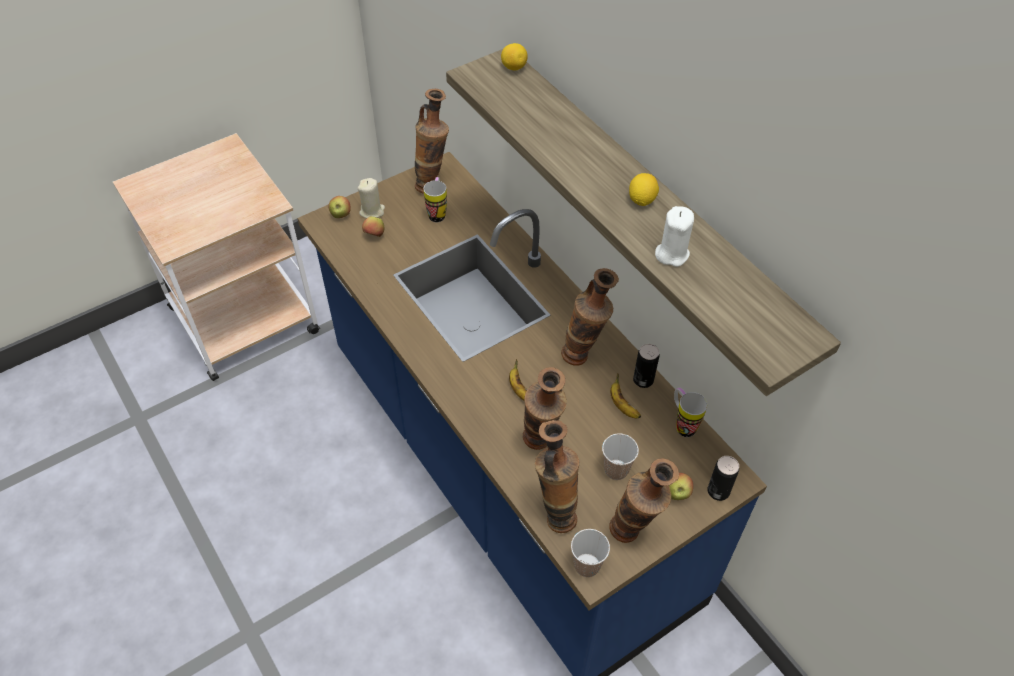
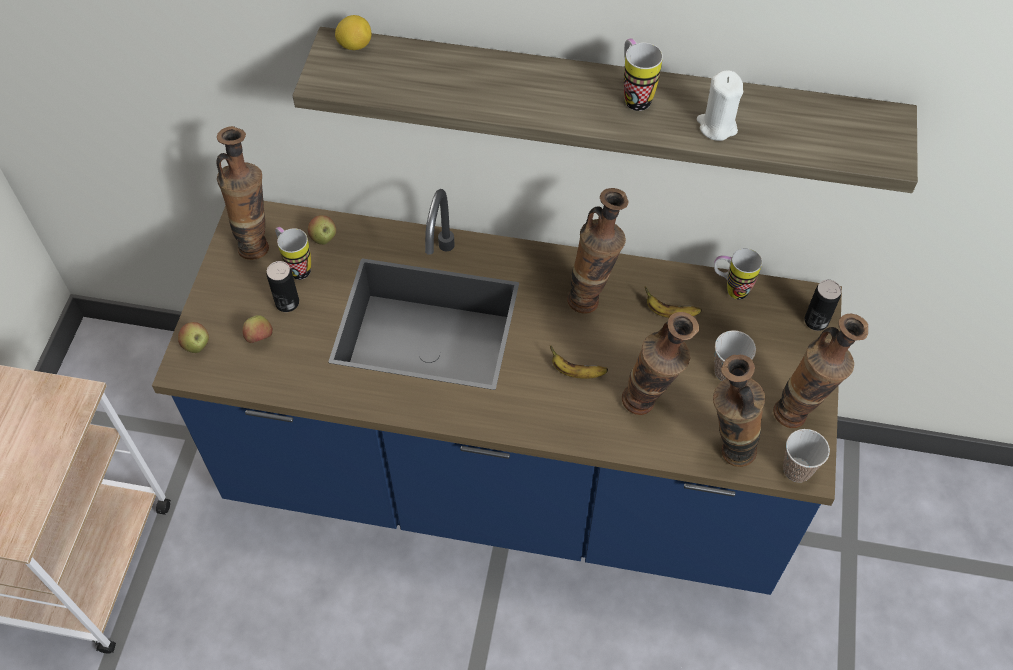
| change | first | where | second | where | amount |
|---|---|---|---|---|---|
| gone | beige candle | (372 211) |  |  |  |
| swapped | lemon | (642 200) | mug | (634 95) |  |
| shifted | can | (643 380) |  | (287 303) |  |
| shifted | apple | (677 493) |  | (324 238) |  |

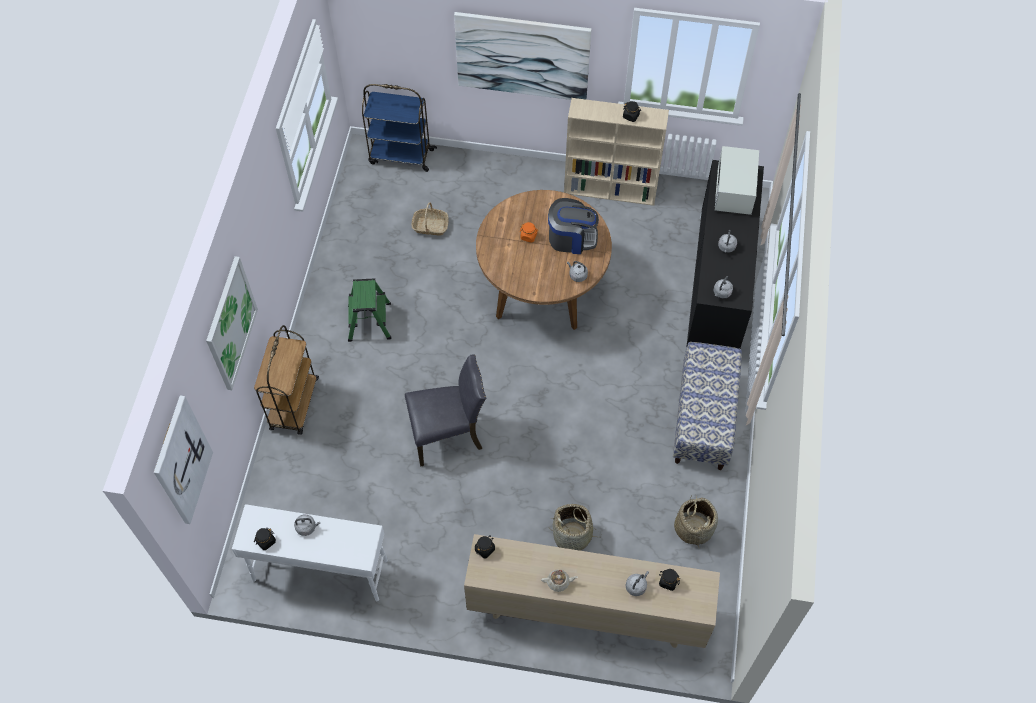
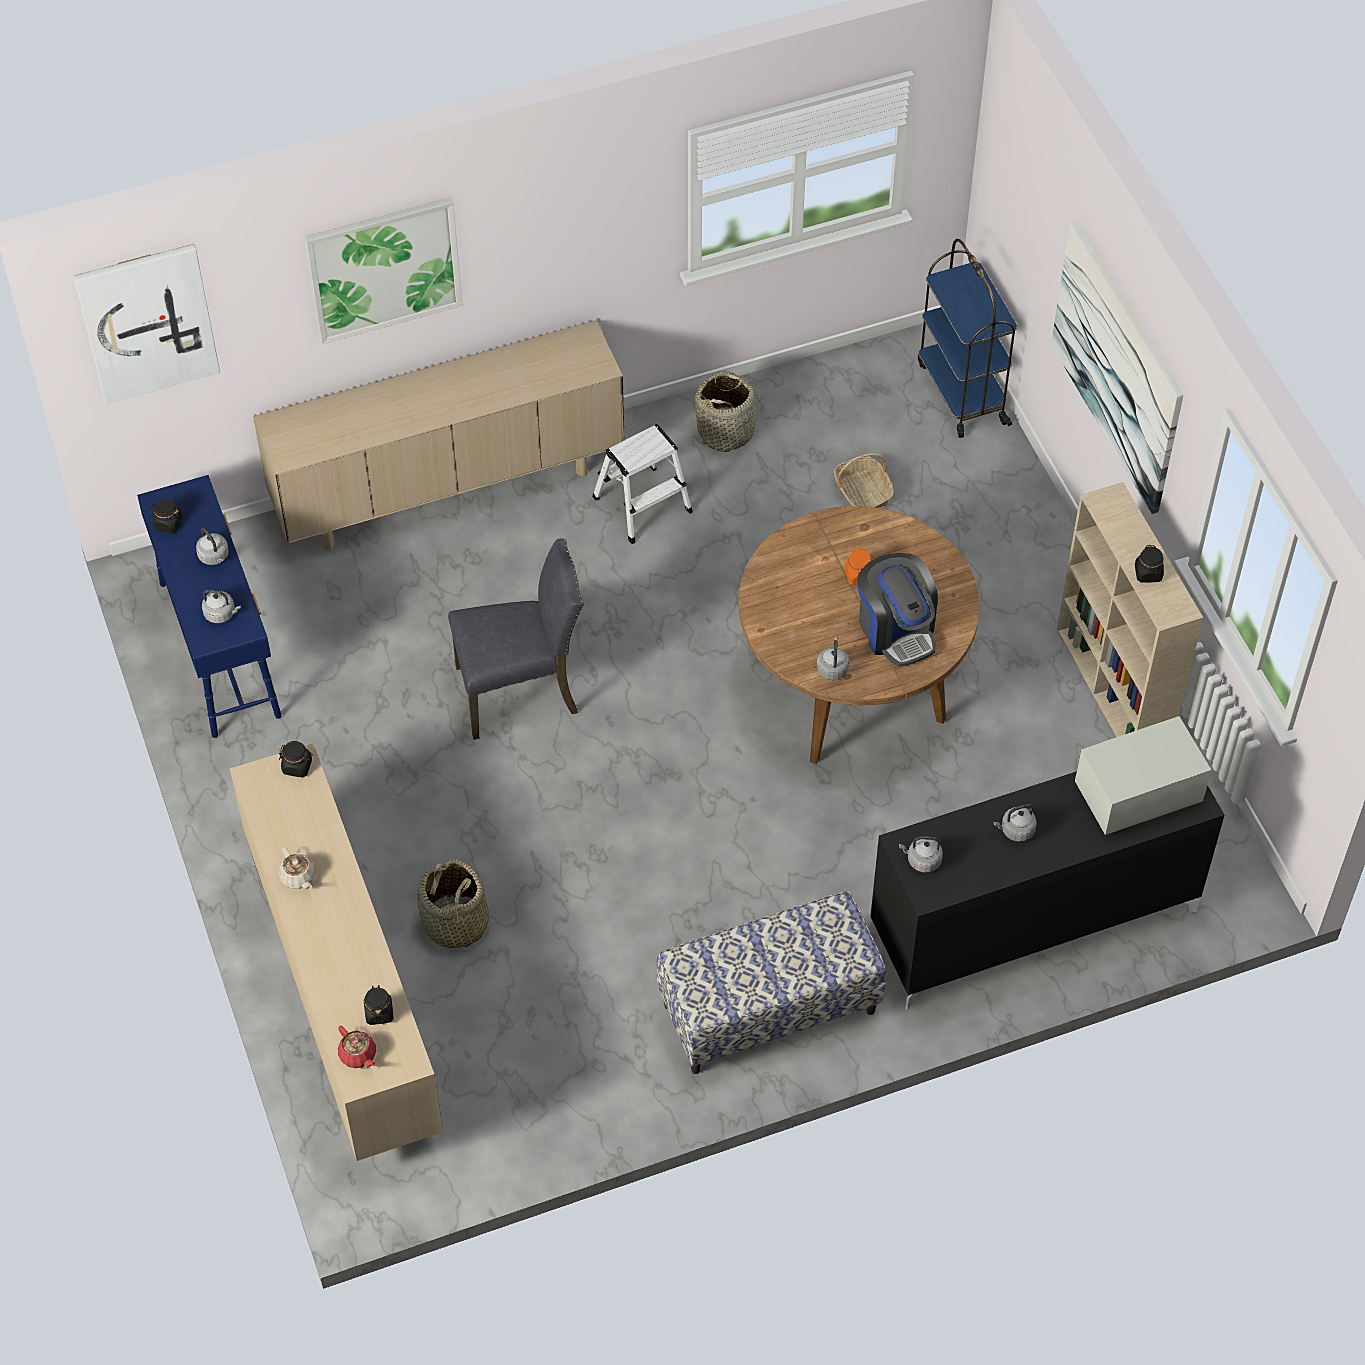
| change | first | where | second | where | amount |
|---|---|---|---|---|---|
| repainted | white console table | (320 569) | blue console table | (221 649) |  |
| swapped | brown cart | (293 405) | beige cabinet | (448 489) |  |
| repainted | green step ladder | (369 322) | white step ladder | (642 504) |  |
| rotated | grey chair | (448 434) |  | (520 691) | 60 degrees counterclockwise |
| shifted | grey kettle | (636 586) |  | (221 614) |  |
| shifted | basket | (693 528) |  | (726 431) |  |
| new |  |  | red teapot | (358 1055) |  |

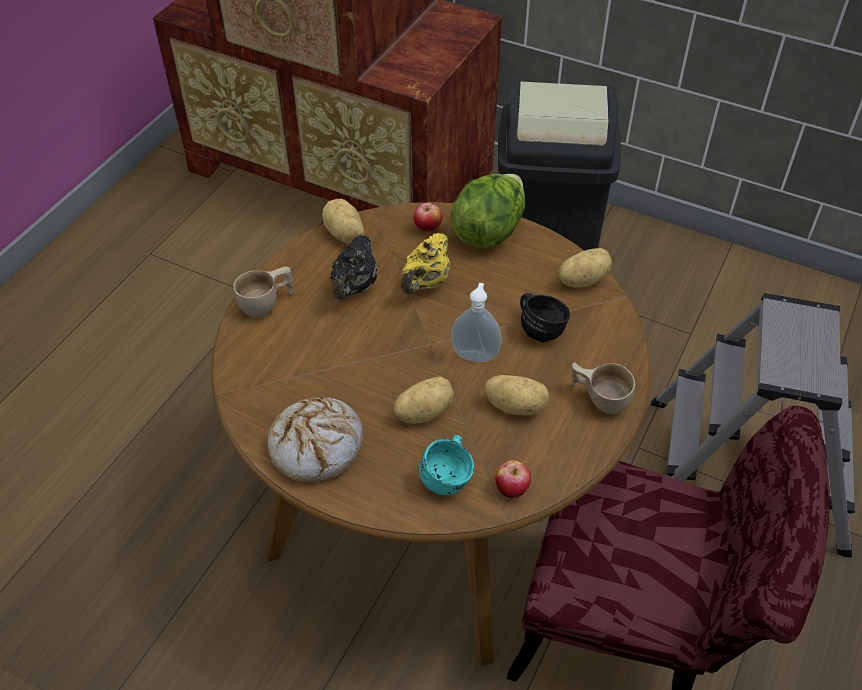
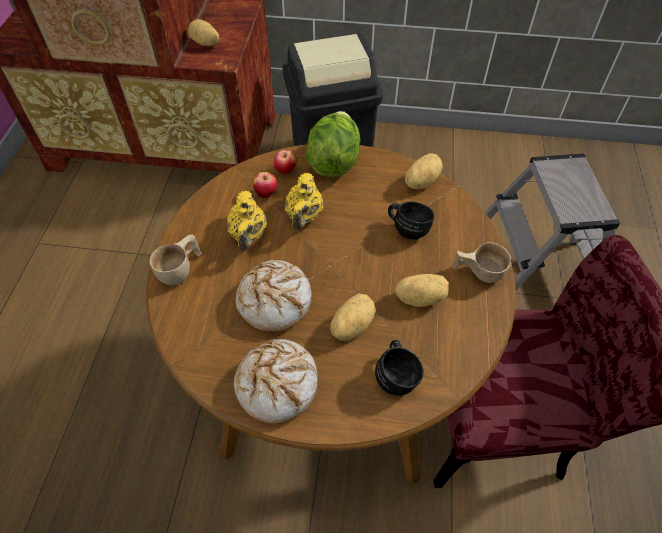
| change | first | where | second | where | amount |
|---|---|---|---|---|---|
| shifted | potato | (344 235) |  | (205 43) |  |
| repainted | black teapot | (354 287) | yellow teapot | (248 235) |  |
| repainted | turquoise mug | (449 477) | black mug | (397 375) |  |
| gone | soap dispenser | (475 354) |  |  |  |
| shifted | apple | (511 490) |  | (266 194) |  |
| new |  |  | bread | (274 300) |  |

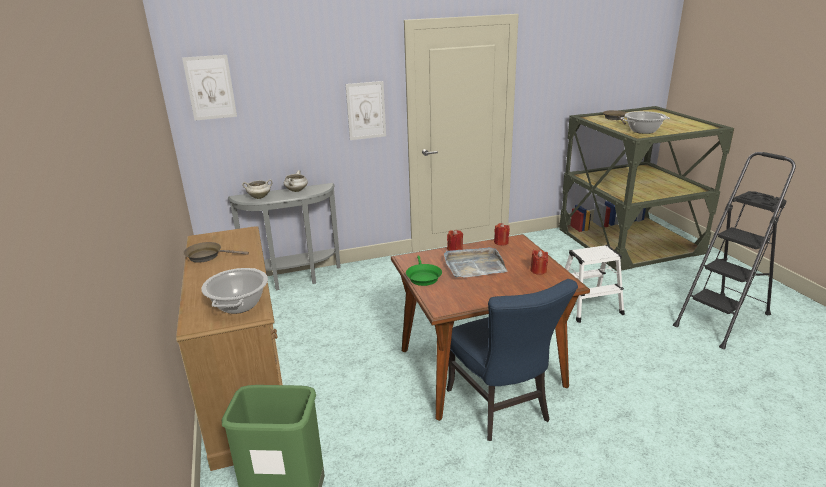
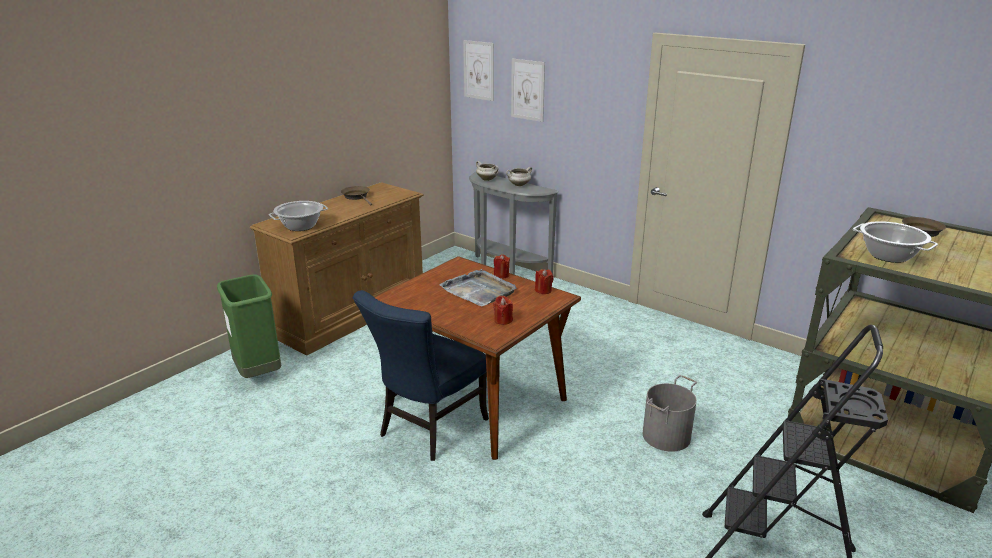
| change | first | where | second | where | amount |
|---|---|---|---|---|---|
| shifted | picture | (366 110) |  | (527 90) |  |
| gone | green frying pan | (423 277) |  |  |  |
| swapped | white step ladder | (588 305) | grey bucket | (667 436) |  |

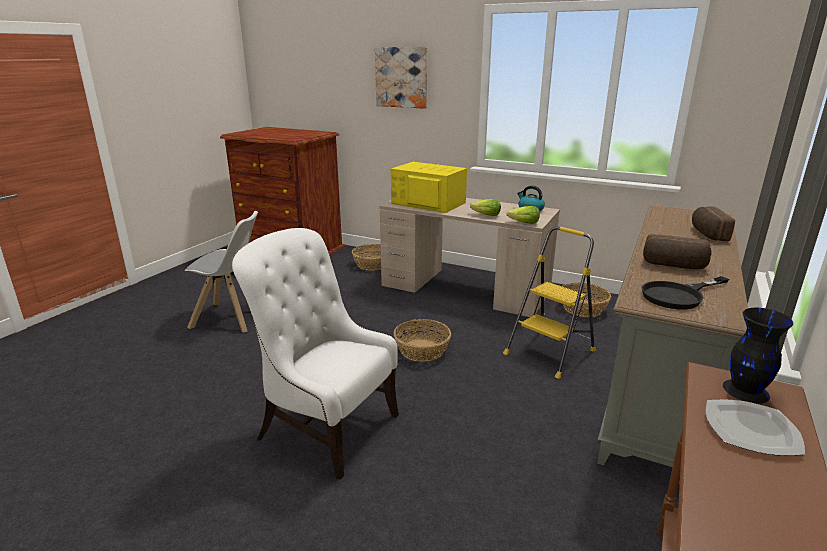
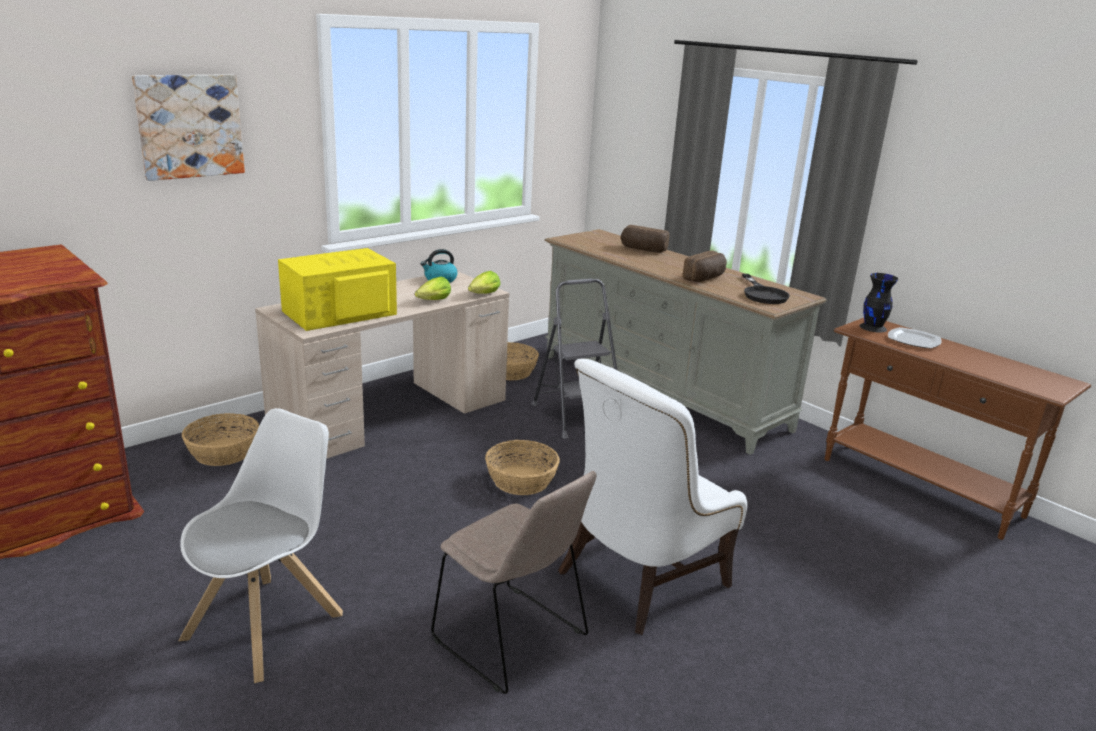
| change | first | where | second | where | amount |
|---|---|---|---|---|---|
| repainted | yellow step ladder | (551 350) | grey step ladder | (577 414) |  |
| new |  |  | beige chair | (513 640) |  |

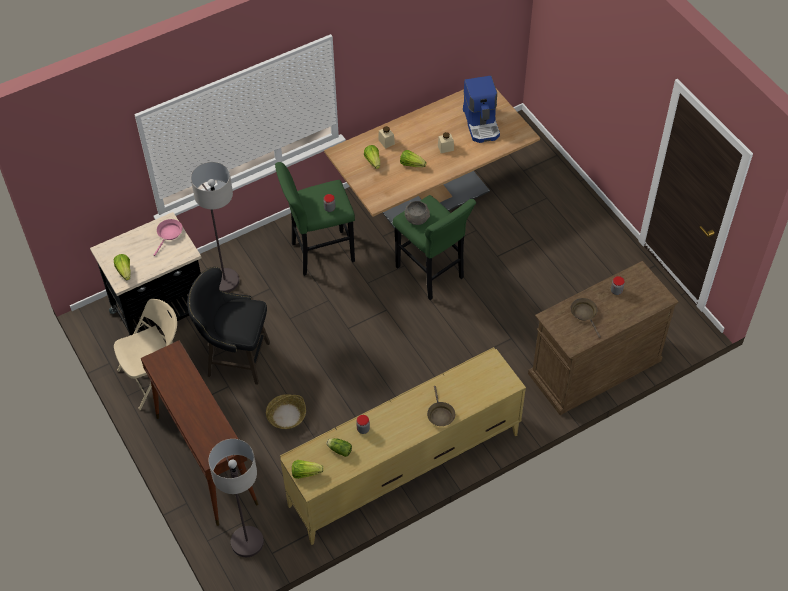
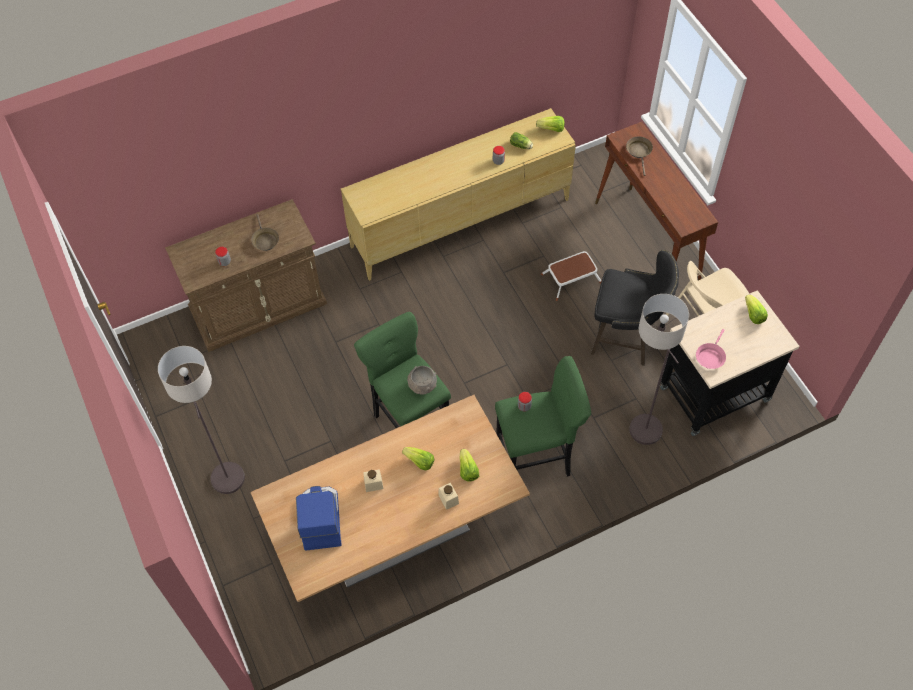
| change | first | where | second | where | amount |
|---|---|---|---|---|---|
| shifted | grey floor lamp | (251 550) |  | (225 470) |  |
| swapped | basket | (286 415) | brown step ladder | (571 278) |  |
| shifted | brown frying pan | (440 414) |  | (639 152) |  |

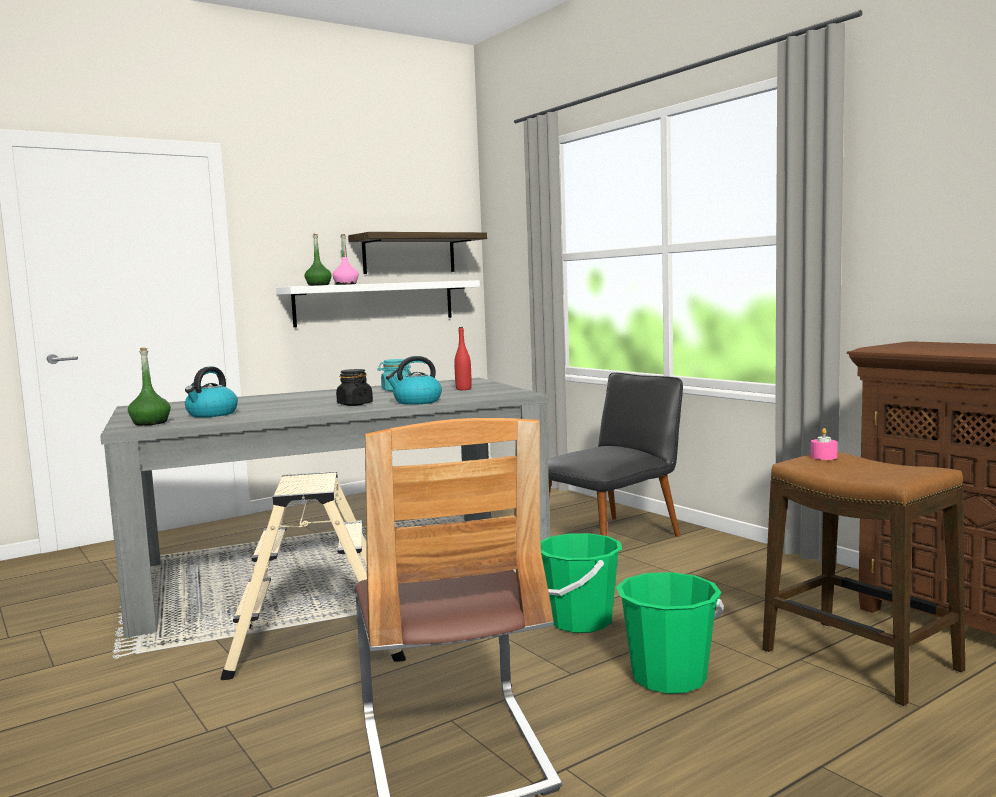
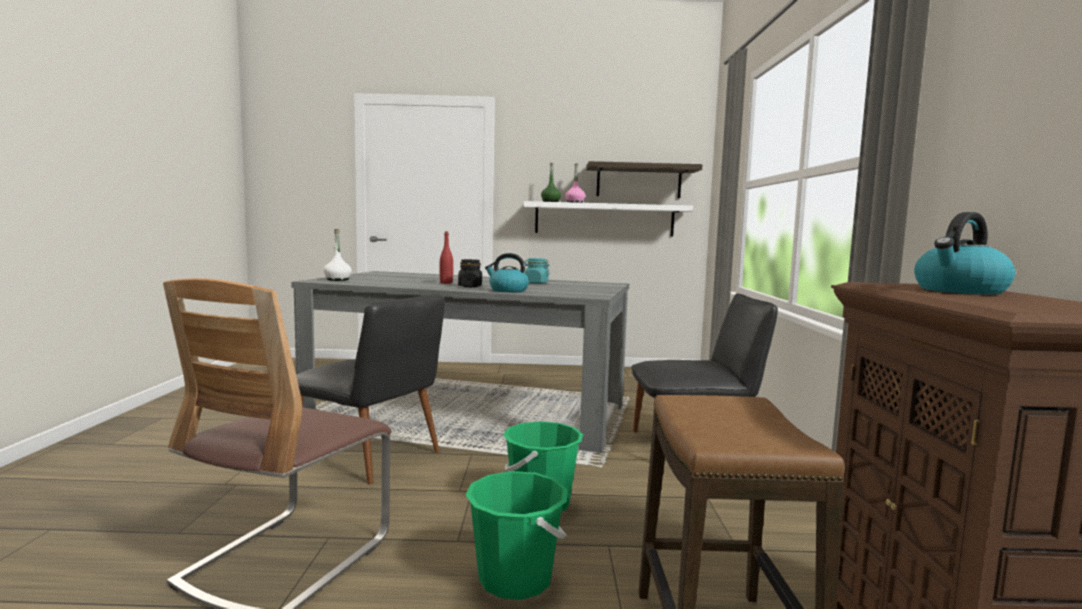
| change | first | where | second | where | amount |
|---|---|---|---|---|---|
| repainted | green bottle | (150 423) | white bottle | (337 280) |  |
| shifted | kettle | (211 414) |  | (960 291) |  |
| swapped | beige step ladder | (318 644) | black chair | (366 454) |  |
| shifted | red bottle | (463 389) |  | (446 283) |  |
| gone | pink candle | (823 457) |  |  |  |

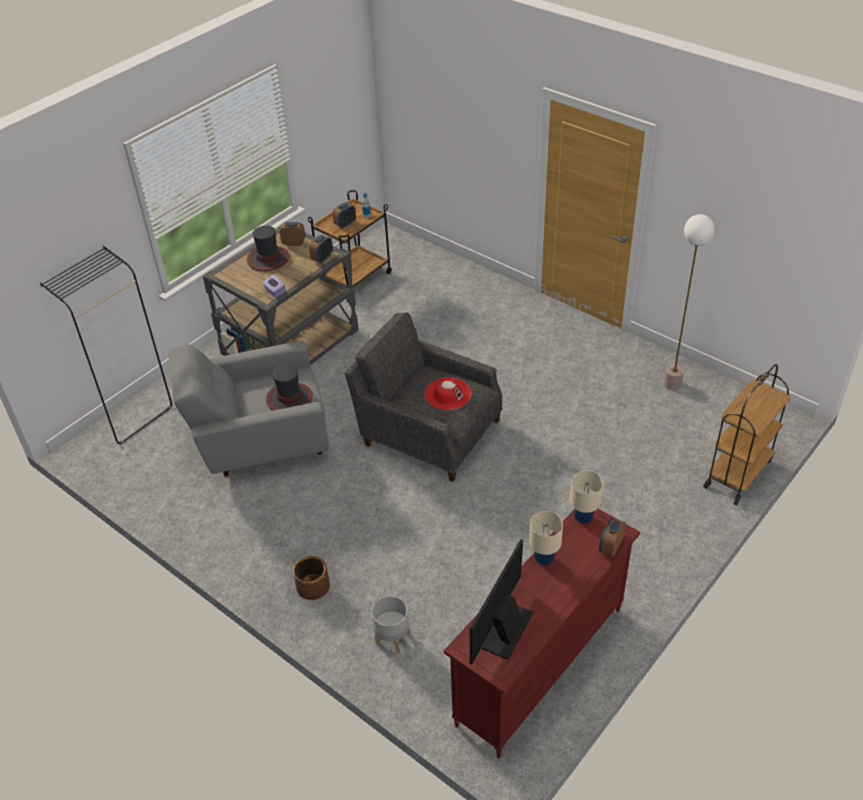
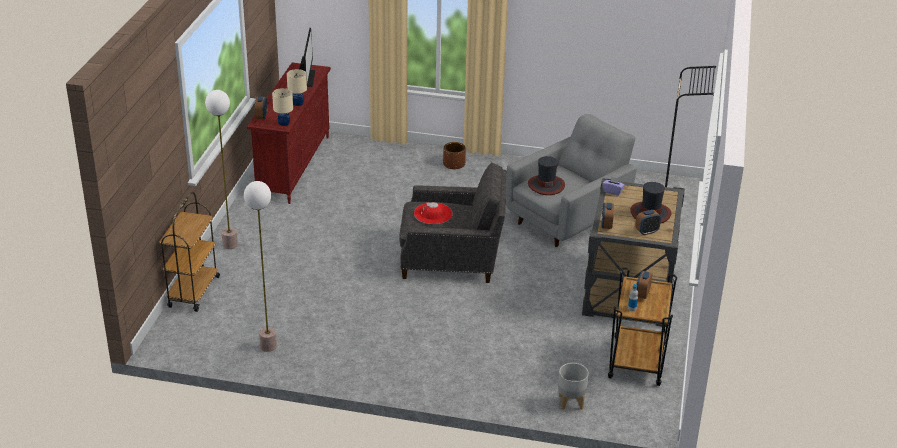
| change | first | where | second | where | amount |
|---|---|---|---|---|---|
| shifted | grey planter | (392 639) |  | (570 402) |  |
| new |  |  | floor lamp | (230 244) |  |

